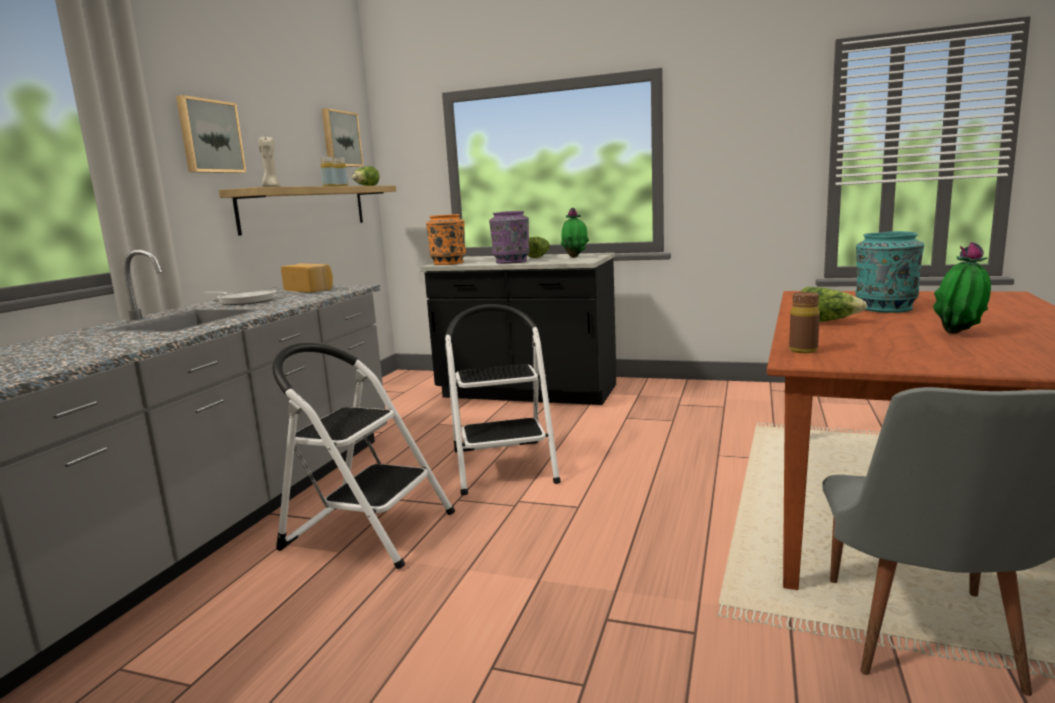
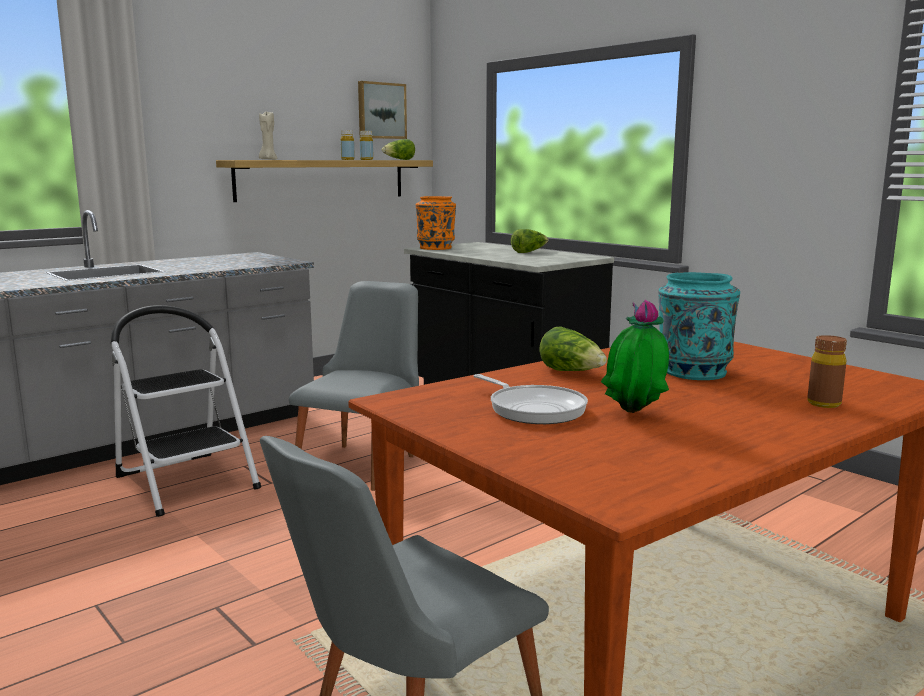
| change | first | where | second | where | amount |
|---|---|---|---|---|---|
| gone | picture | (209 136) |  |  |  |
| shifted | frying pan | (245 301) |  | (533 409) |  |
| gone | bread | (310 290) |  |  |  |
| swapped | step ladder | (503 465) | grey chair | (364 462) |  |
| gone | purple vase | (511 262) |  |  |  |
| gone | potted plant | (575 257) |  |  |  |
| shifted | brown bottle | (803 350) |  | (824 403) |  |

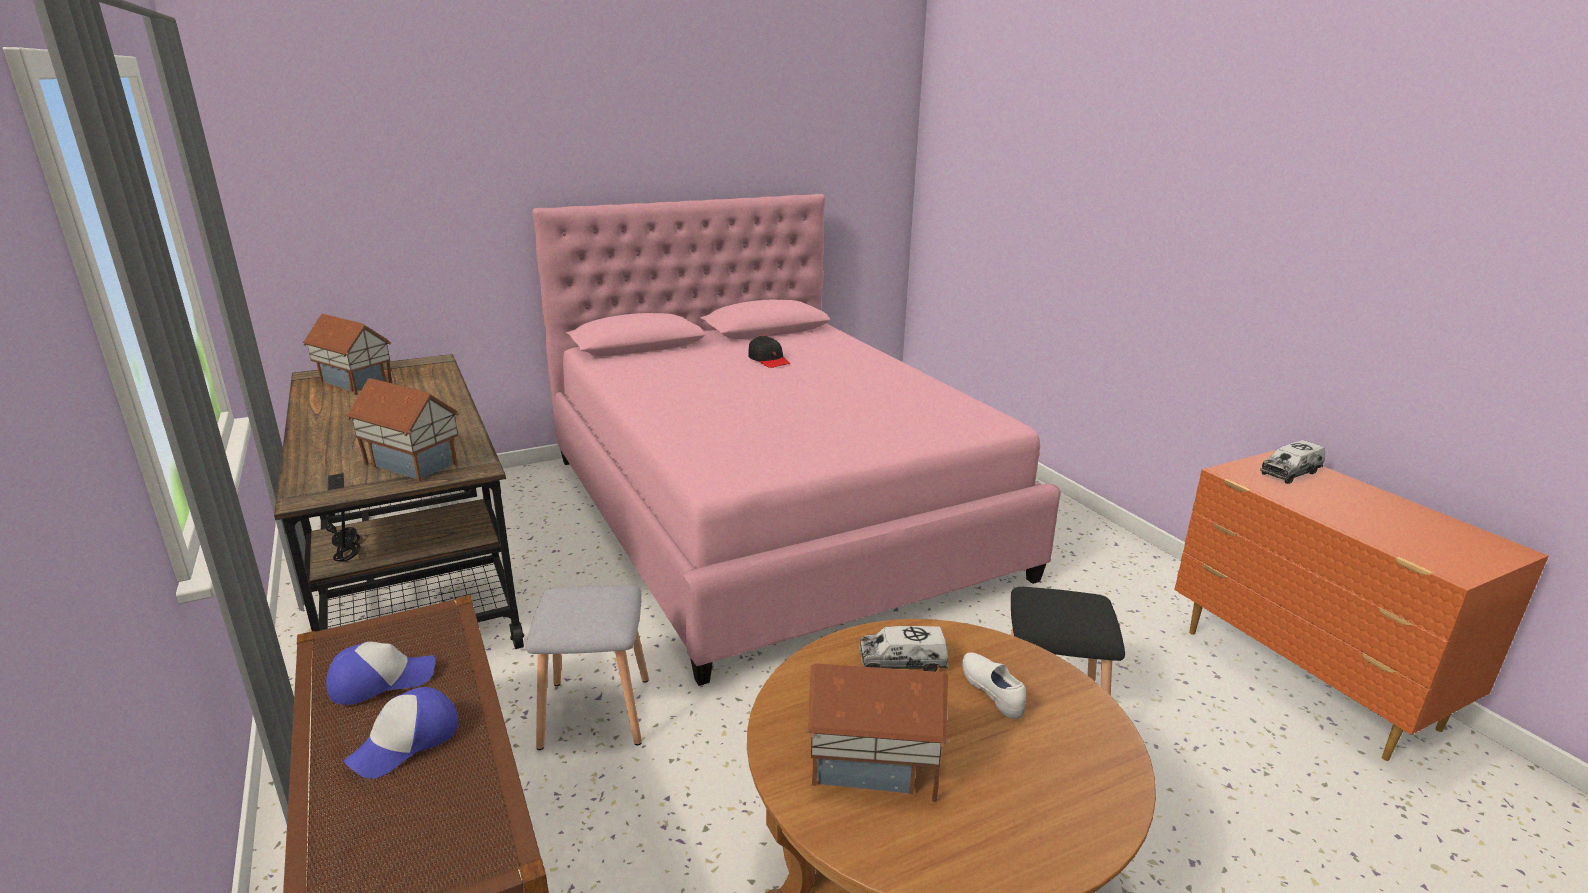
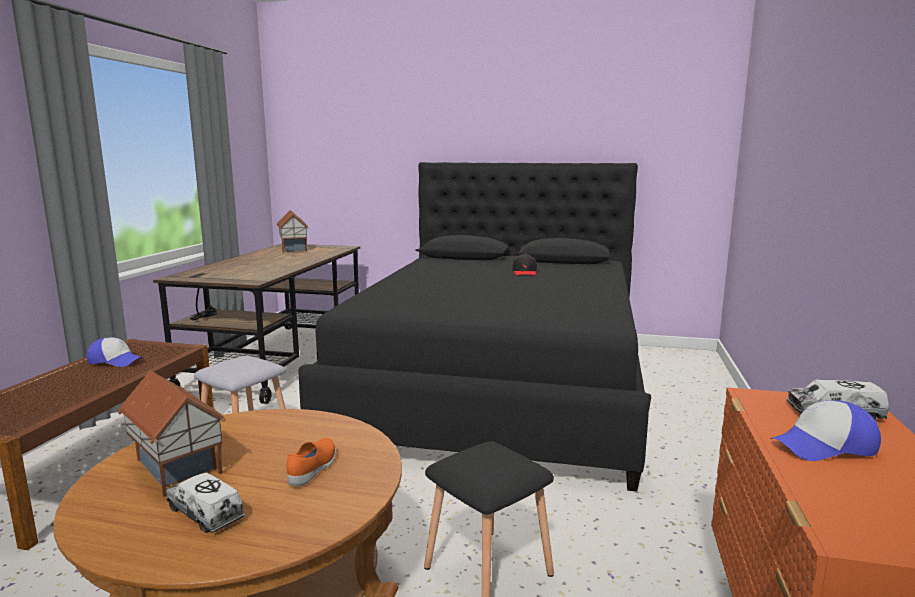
| change | first | where | second | where | amount |
|---|---|---|---|---|---|
| shifted | cap | (406 742) |  | (824 446) |  |
| gone | toy house | (413 462) |  |  |  |
| repainted | pink bed | (772 513) | black bed | (499 388) |  |
| shifted | toy truck | (902 662) |  | (205 513) |  |
| repainted | white shoe | (993 693) | orange shoe | (313 470) |  |

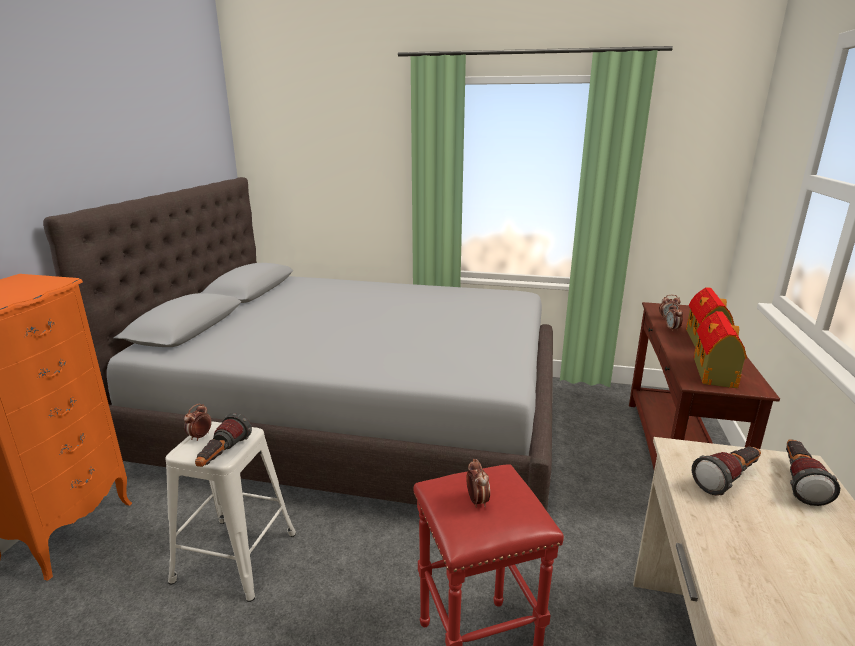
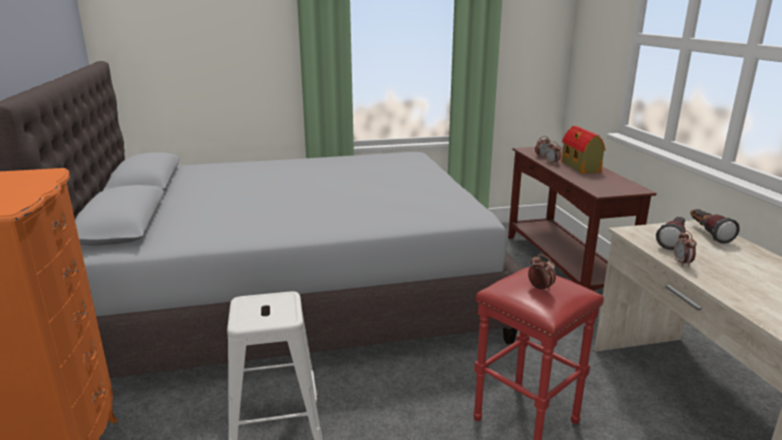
| change | first | where | second | where | amount |
|---|---|---|---|---|---|
| shifted | alarm clock | (200 436) |  | (682 263) |  |
| gone | flashlight | (222 456) |  |  |  |
| gone | toy house | (714 373) |  |  |  |

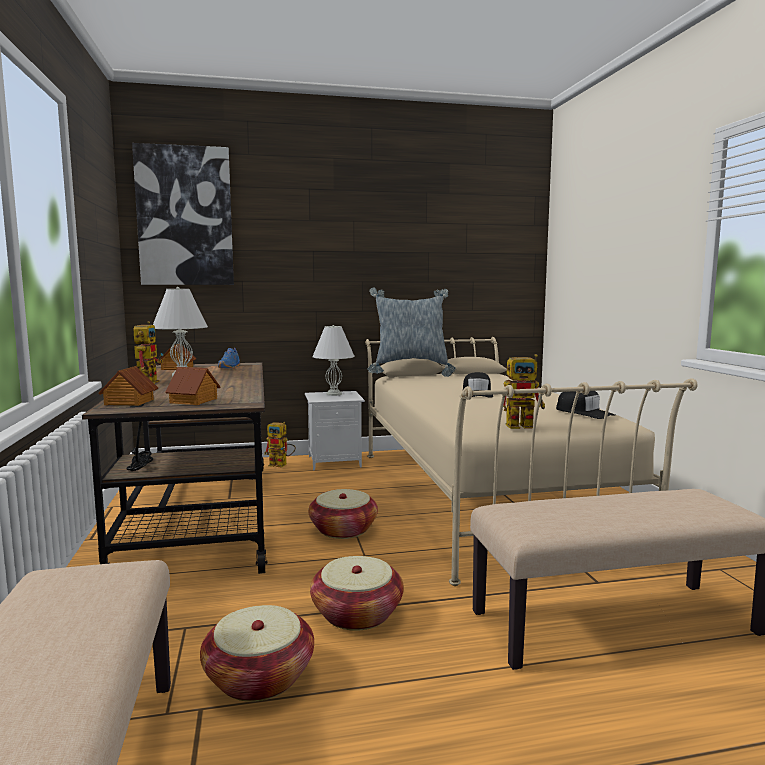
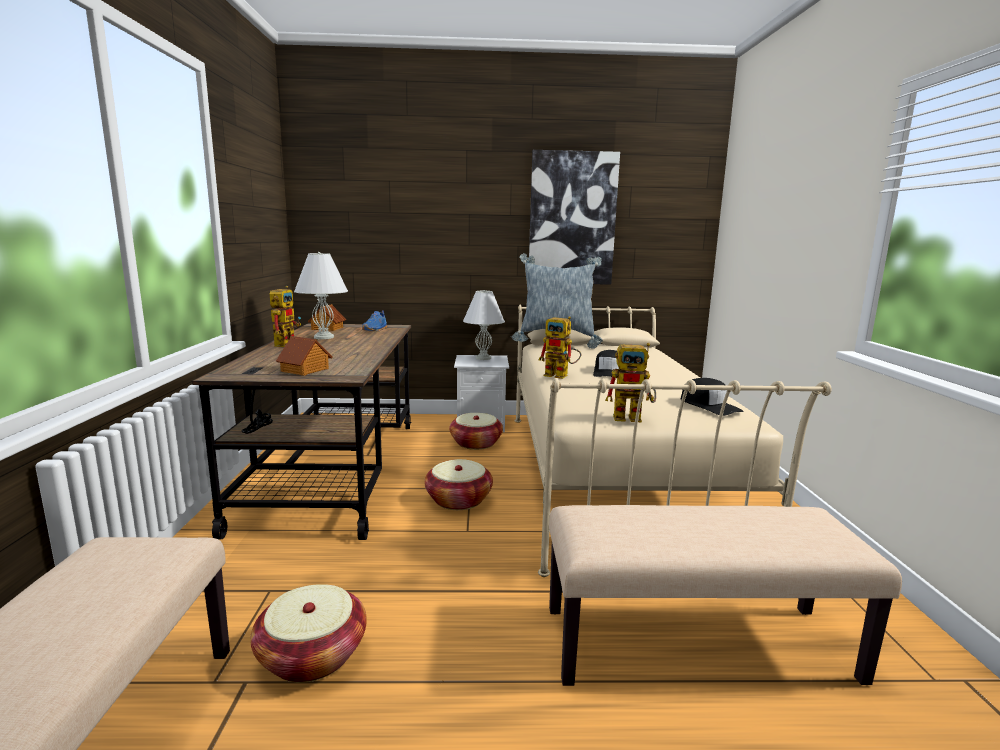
| change | first | where | second | where | amount |
|---|---|---|---|---|---|
| gone | toy house | (129 402) |  |  |  |
| shifted | picture | (185 216) |  | (572 219) |  |
| shifted | toy robot | (281 465) |  | (561 376) |  |
| shifted | basket | (357 614) |  | (476 443) |  |

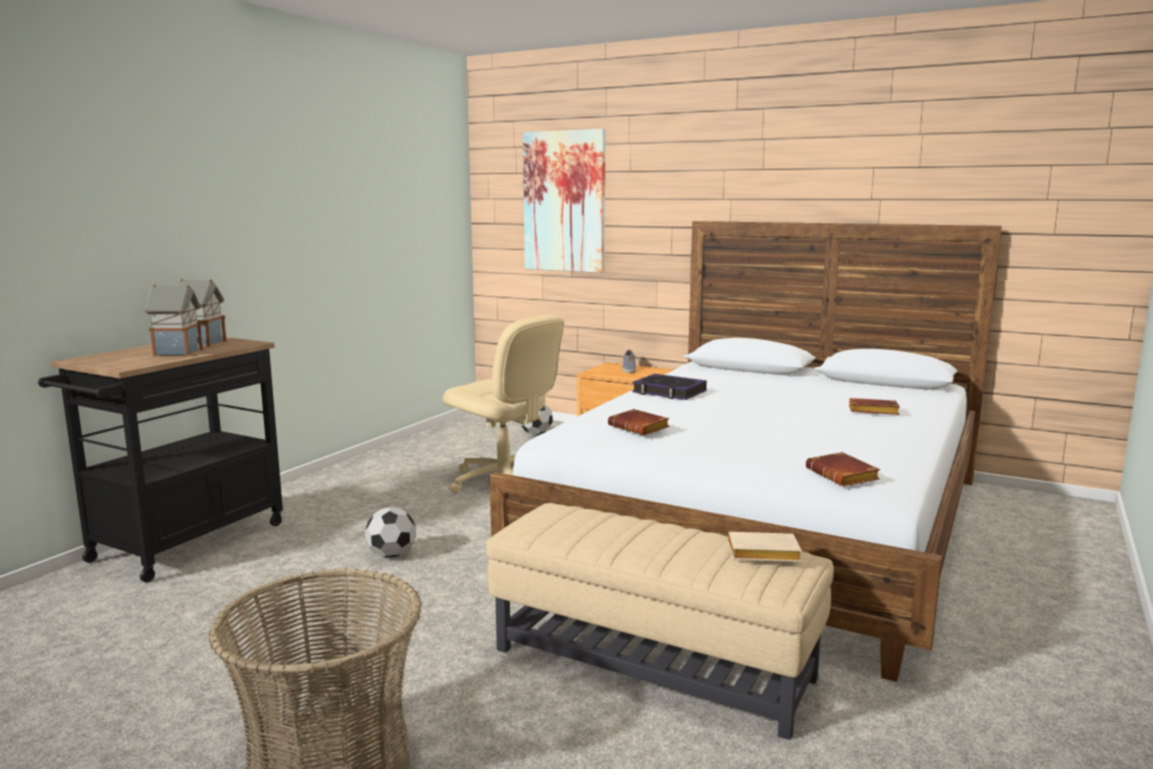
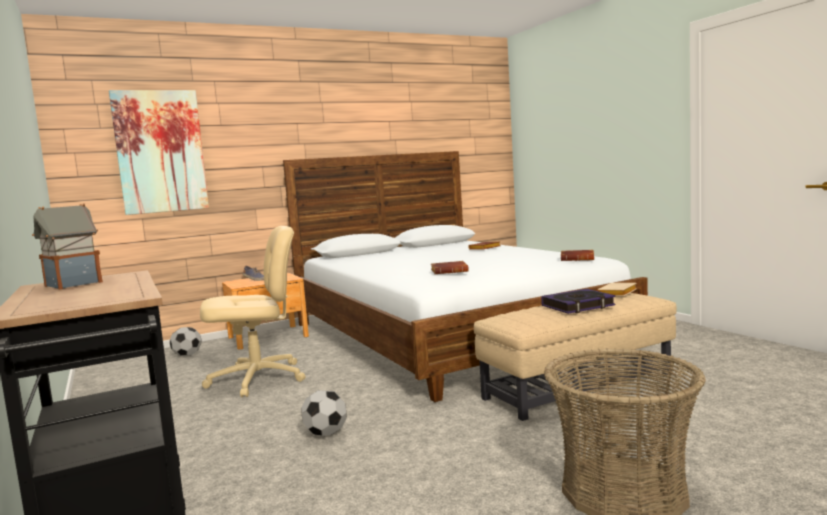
| change | first | where | second | where | amount |
|---|---|---|---|---|---|
| gone | toy house | (177 352) |  |  |  |
| shifted | book | (669 392) |  | (578 306) |  |

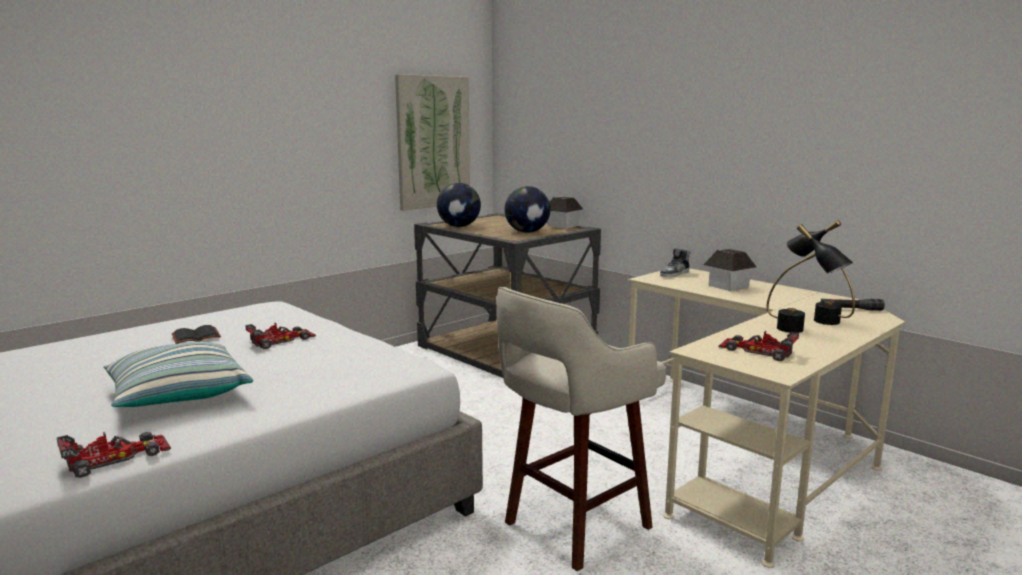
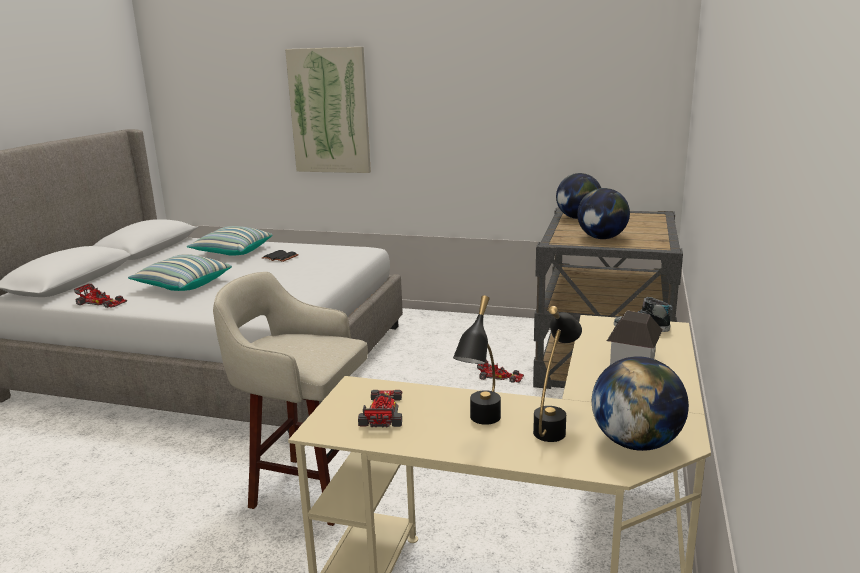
| change | first | where | second | where | amount |
|---|---|---|---|---|---|
| shifted | toy car | (281 340) |  | (500 376) |  |
| shifted | picture | (433 142) |  | (329 111) |  |
| gone | toy house | (563 226) |  |  |  |
| swapped | black flashlight | (851 309) | globe | (636 443) |  |
| new |  |  | pillow | (232 252) |  |

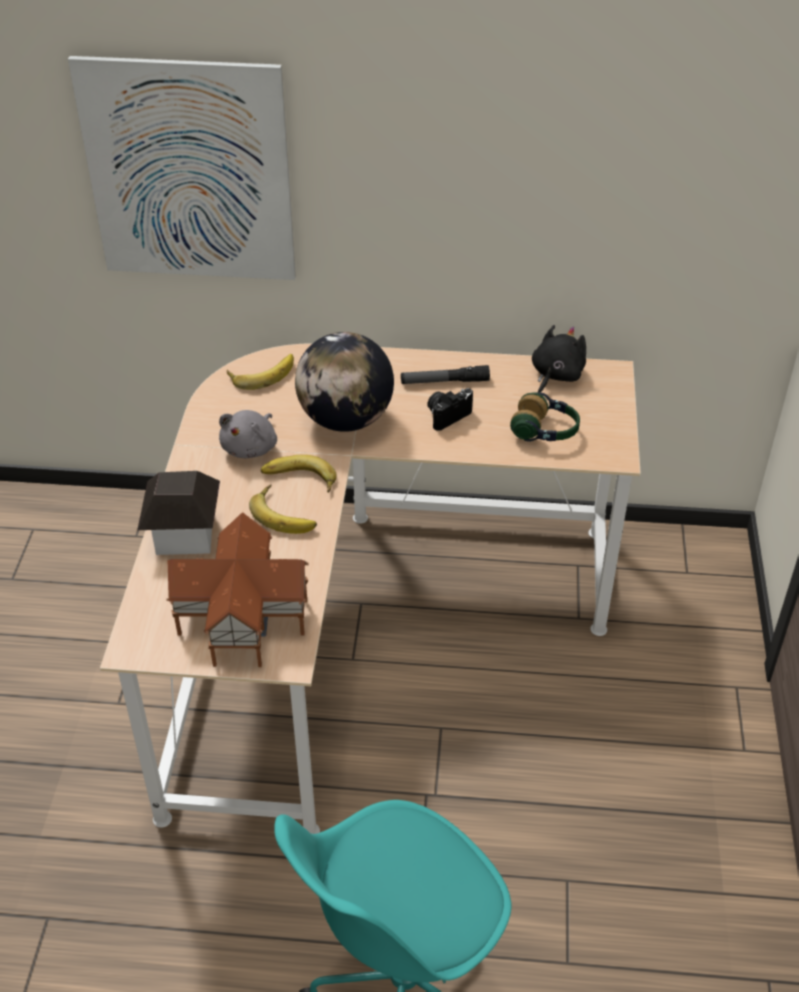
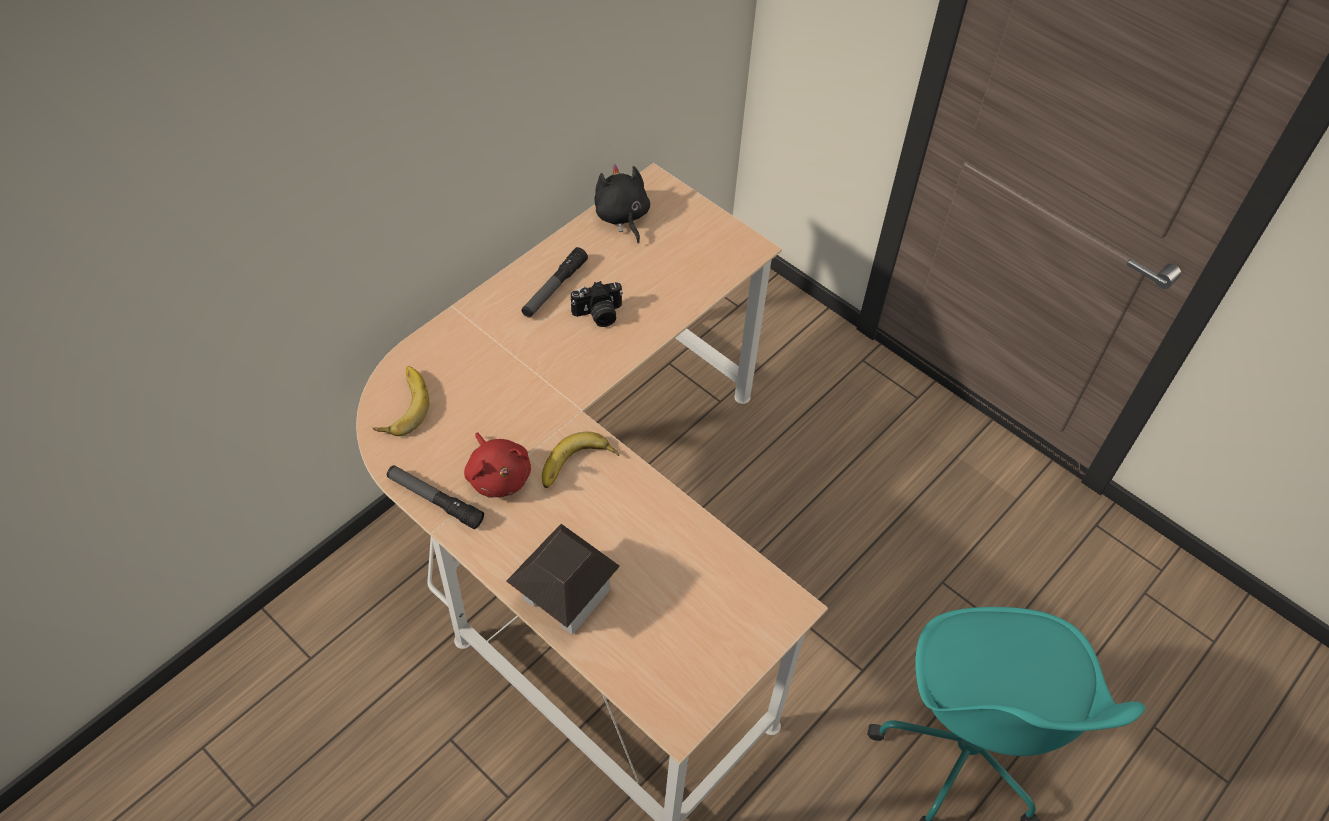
| change | first | where | second | where | amount |
|---|---|---|---|---|---|
| gone | picture | (189 172) |  |  |  |
| gone | toy house | (244 619) |  |  |  |
| repainted | grey plush toy | (251 447) | red plush toy | (498 476) |  |
| gone | banana | (285 514) |  |  |  |
| gone | globe | (346 420) |  |  |  |
| rotated | photo camera | (447 415) |  | (598 315) | 105 degrees counterclockwise |
| gone | headphones | (545 431) |  |  |  |
| new |  |  | flashlight | (435 500) |  |

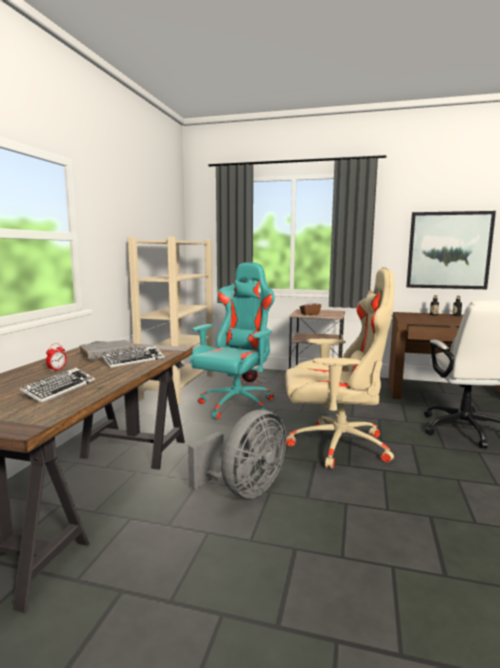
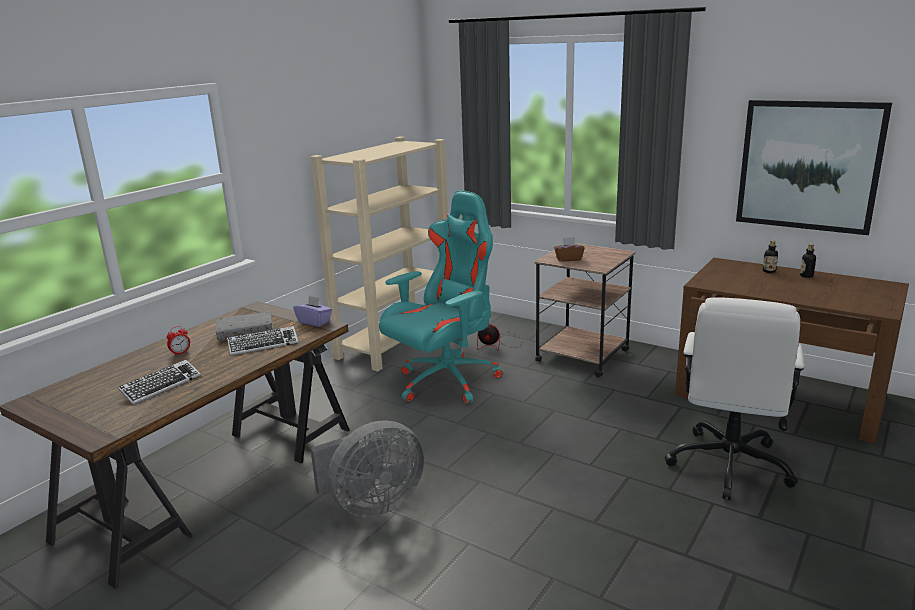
| change | first | where | second | where | amount |
|---|---|---|---|---|---|
| gone | beige office chair | (331 446) |  |  |  |
| new |  |  | purple tissue box | (314 322) |  |

